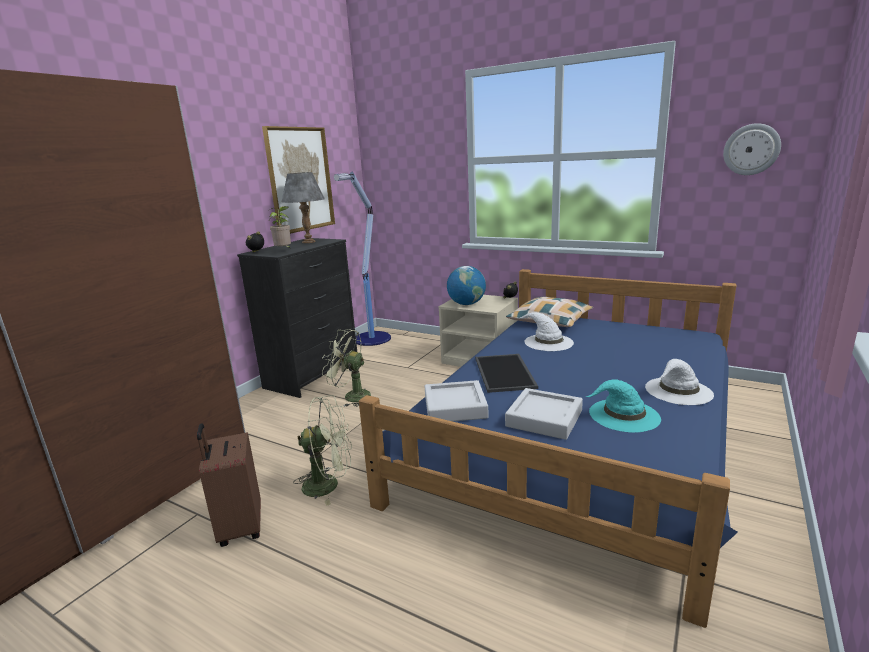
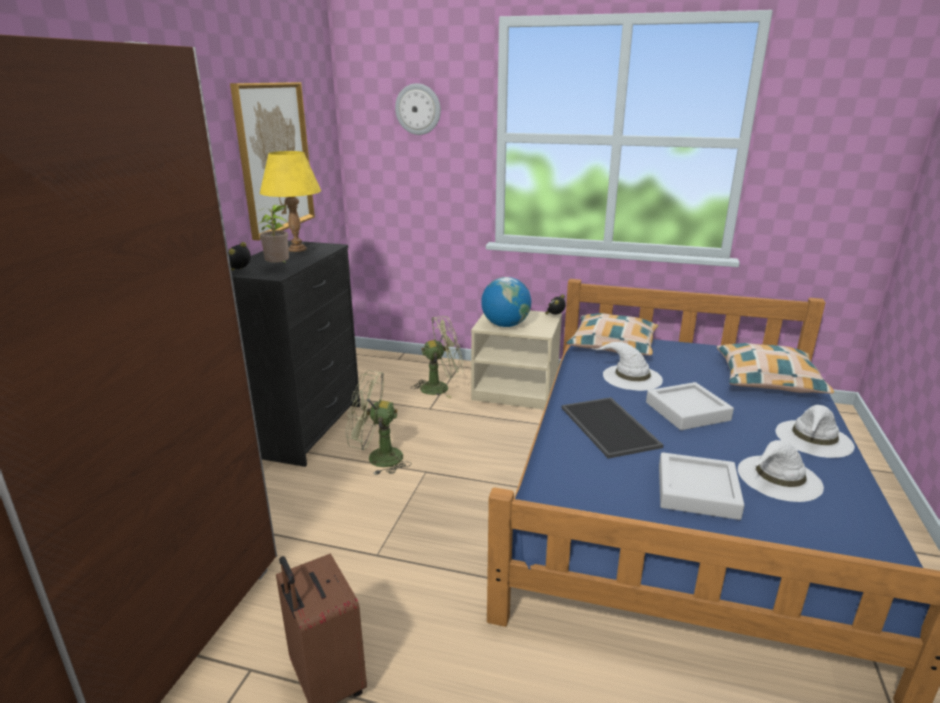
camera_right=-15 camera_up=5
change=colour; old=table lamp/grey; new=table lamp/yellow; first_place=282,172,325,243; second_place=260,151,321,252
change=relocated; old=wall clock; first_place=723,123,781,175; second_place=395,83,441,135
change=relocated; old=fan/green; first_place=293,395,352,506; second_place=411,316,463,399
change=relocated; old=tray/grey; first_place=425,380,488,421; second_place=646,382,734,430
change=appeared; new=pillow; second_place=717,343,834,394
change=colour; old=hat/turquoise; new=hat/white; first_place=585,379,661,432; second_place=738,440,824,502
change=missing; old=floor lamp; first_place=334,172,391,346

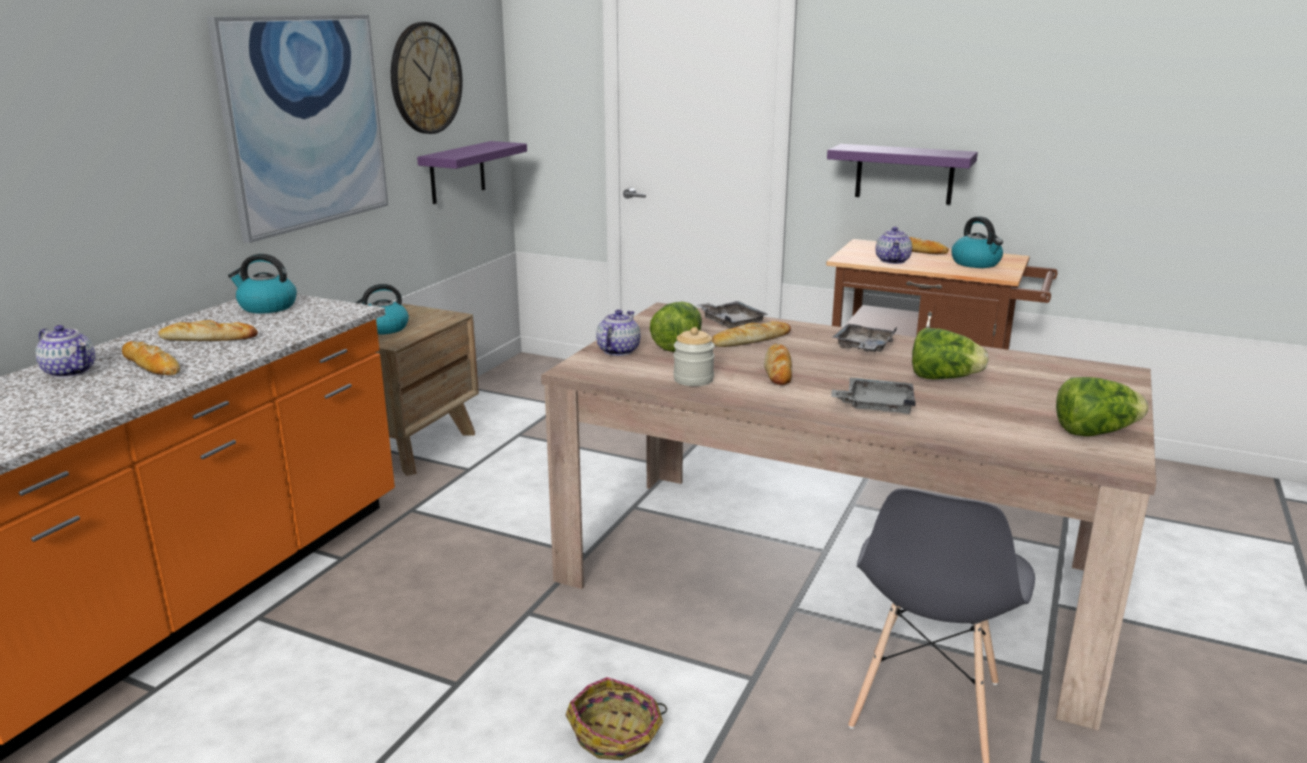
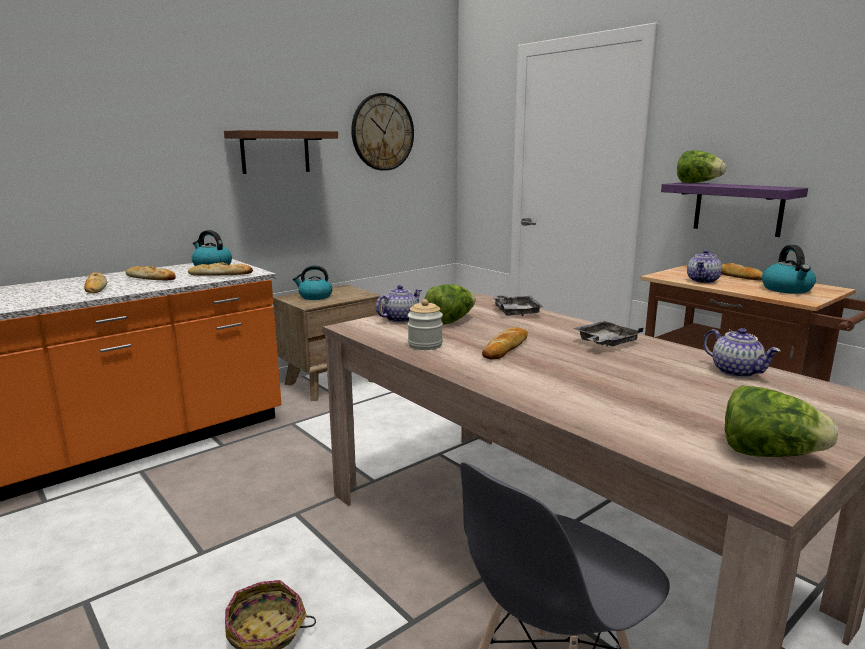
camera_right=25 camera_up=-5
change=relocated; old=bread; first_place=712,321,791,347; second_place=188,262,253,276
change=exchanged; old=picture; new=shelf/brown; first_place=207,15,388,243; second_place=224,130,338,174
change=relocated; old=lettuce; first_place=912,328,989,379; second_place=677,150,726,183
change=relocated; old=teapot; first_place=35,325,95,378; second_place=703,328,781,378
change=missing; old=shelf/purple; first_place=417,141,527,204
change=missing; old=tray/grey; first_place=831,377,916,414

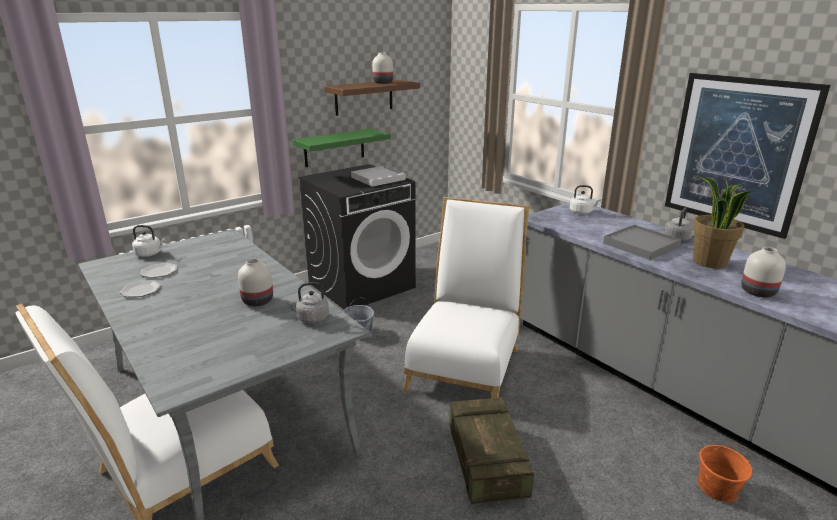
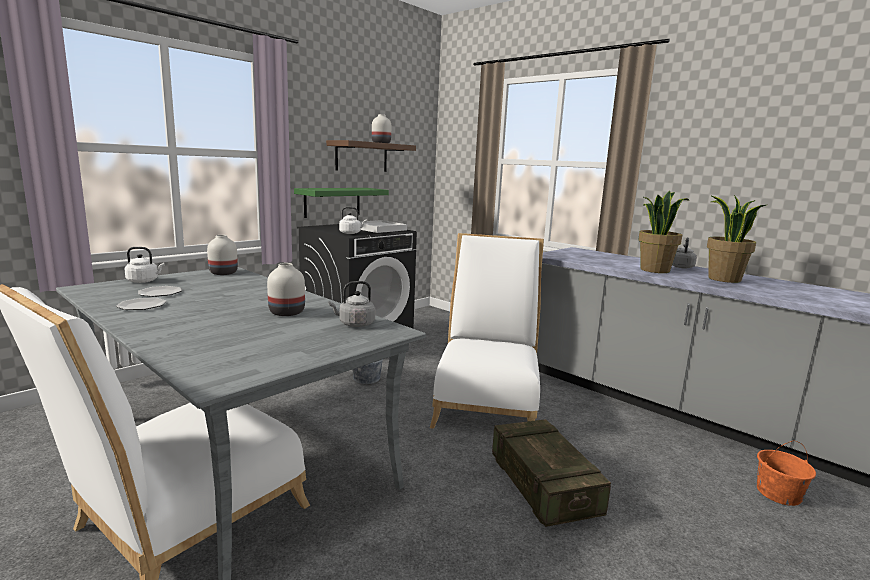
camera_right=-10 camera_up=-10
change=relocated; old=vase/white; first_place=741,247,786,297; second_place=207,235,238,275
change=relocated; old=kettle/white; first_place=570,185,602,214; second_place=339,207,367,234
change=exchanged; old=tray/grey; new=potted plant; first_place=603,225,681,260; second_place=638,191,689,273
change=missing; old=picture; first_place=665,73,830,239

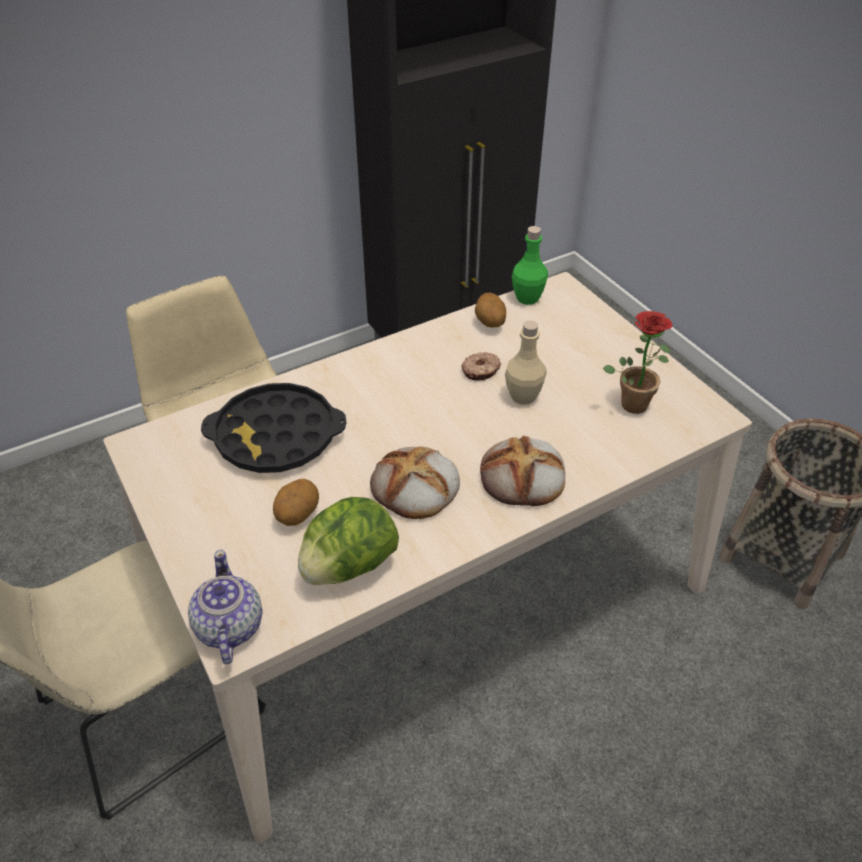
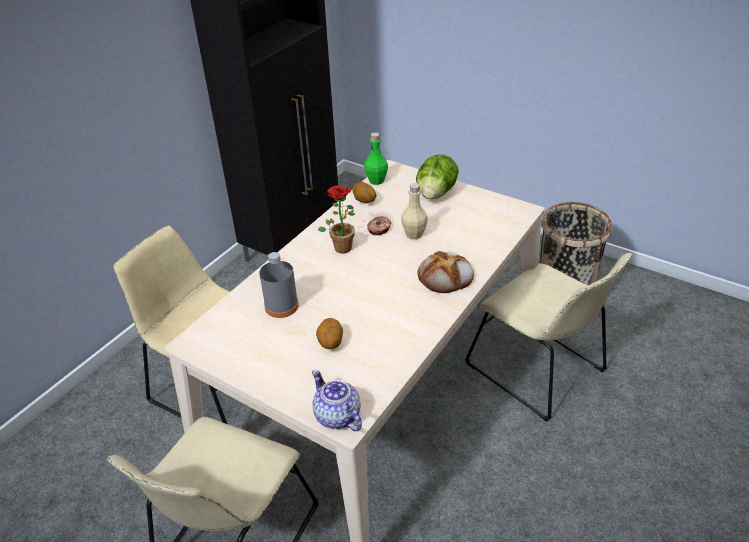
camera_right=-25 camera_up=-5
change=exchanged; old=tray/black; new=bottle/grey; first_place=201,383,347,473; second_place=259,252,299,318
change=relocated; old=potted plant; first_place=603,311,672,414; second_place=318,185,355,254
change=relocated; old=lettuce; first_place=298,497,399,585; second_place=416,155,459,199
change=appeared; new=chair/beige; second_place=465,253,633,422
change=missing; old=bread; first_place=370,447,460,519

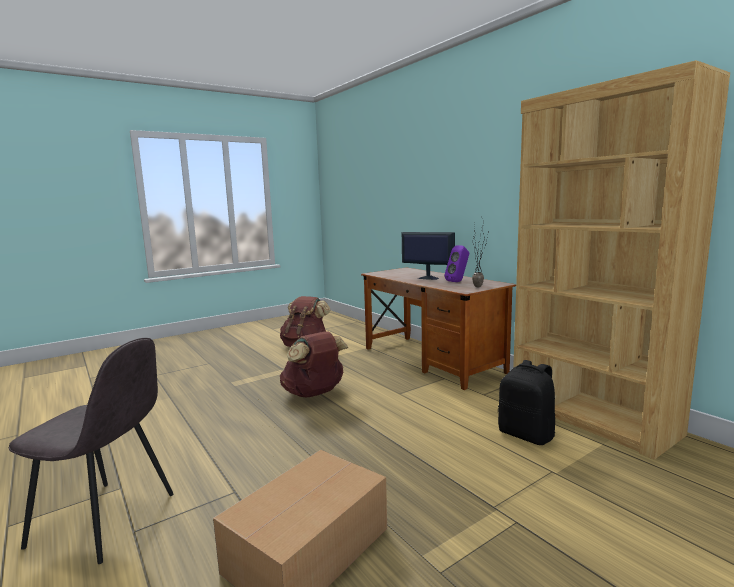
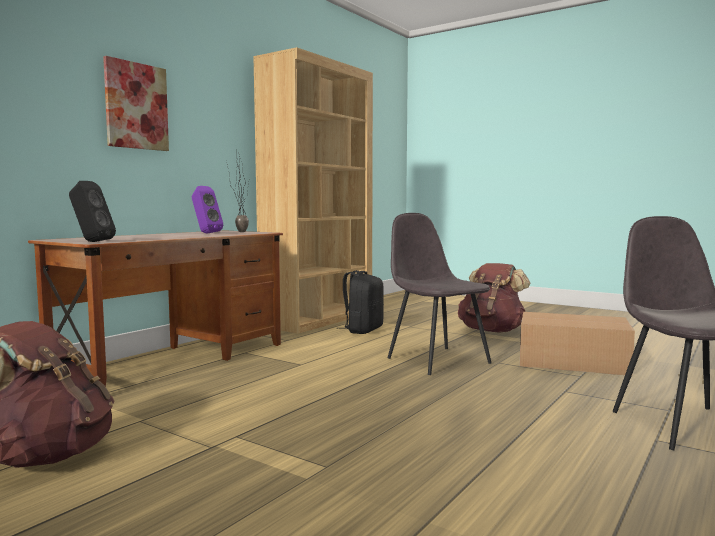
camera_right=-110 camera_up=-5
change=appeared; new=speaker/black; second_place=69,181,116,242
change=appeared; new=picture; second_place=103,56,169,151
change=appeared; new=chair/grey; second_place=388,213,492,375
change=relocated; old=backpack/brown; first_place=280,331,348,397; second_place=458,263,530,333
change=missing; old=monitor; first_place=402,232,455,280

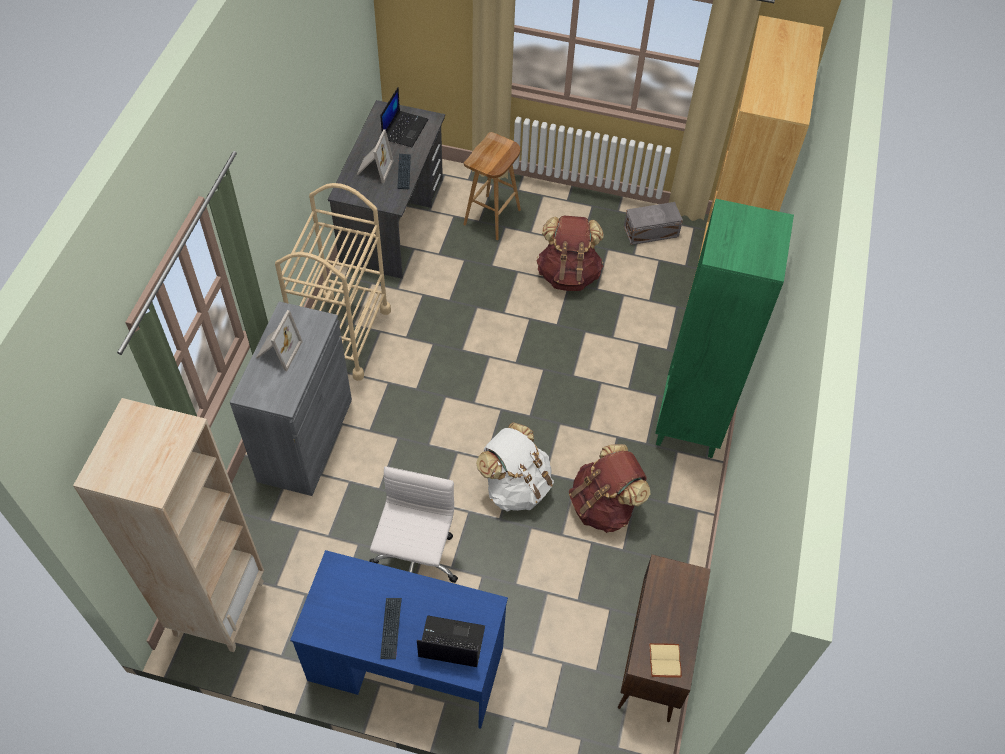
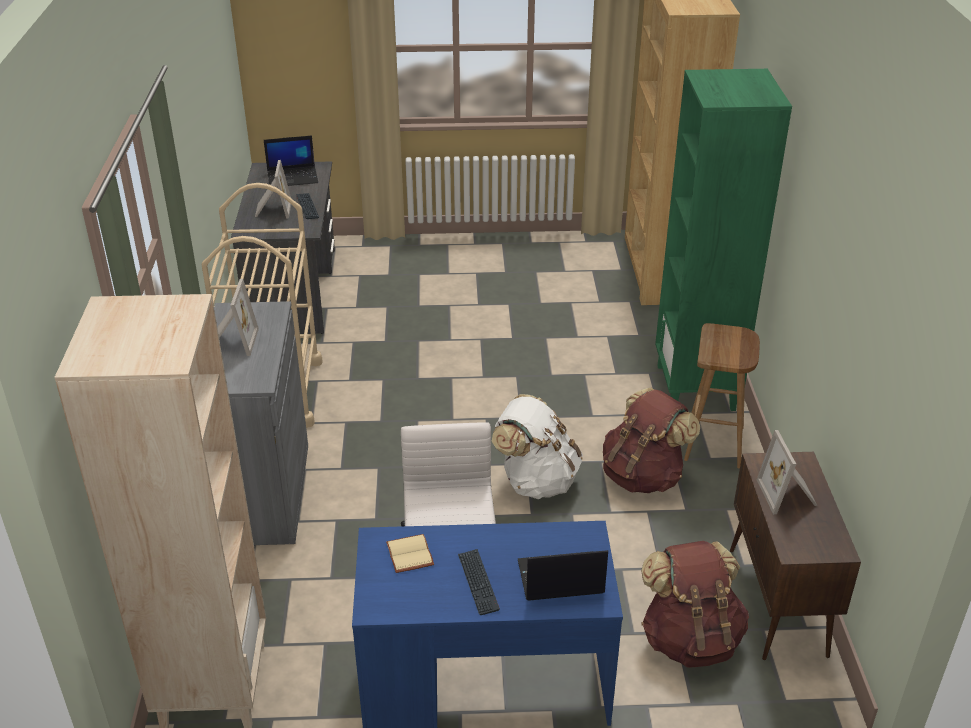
camera_right=-15 camera_up=-20
change=spun; old=laptop; first_place=381,87,429,147; second_place=264,135,318,186; degrees=75
change=relocated; old=book/beige; first_place=649,643,682,678; second_place=386,534,434,573
change=relocated; old=backpack/brown; first_place=536,216,604,291; second_place=641,541,749,668
change=relocated; old=stool/brown; first_place=463,132,521,240; second_place=684,323,760,469
change=appeared; new=picture frame; second_place=757,430,817,514
change=missing; old=storage box/grey; first_place=624,202,683,245

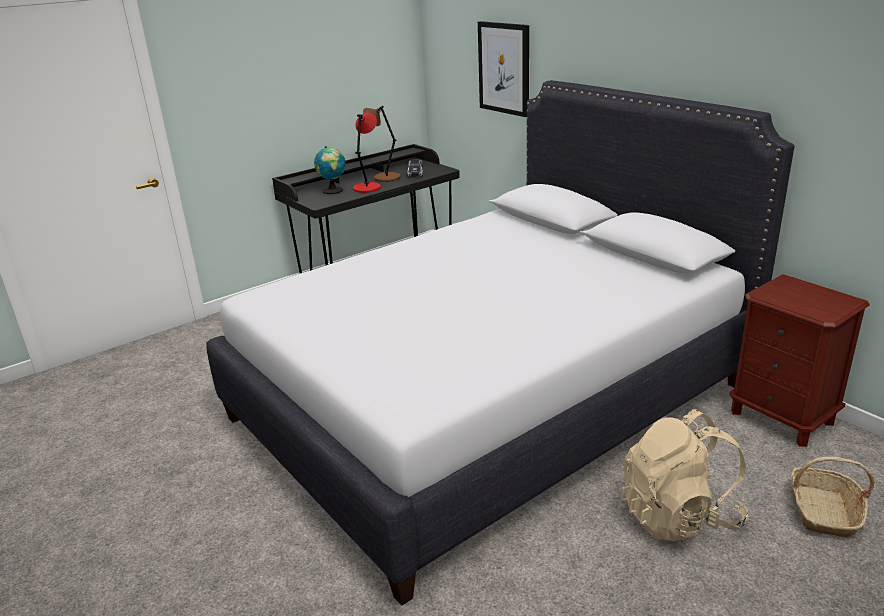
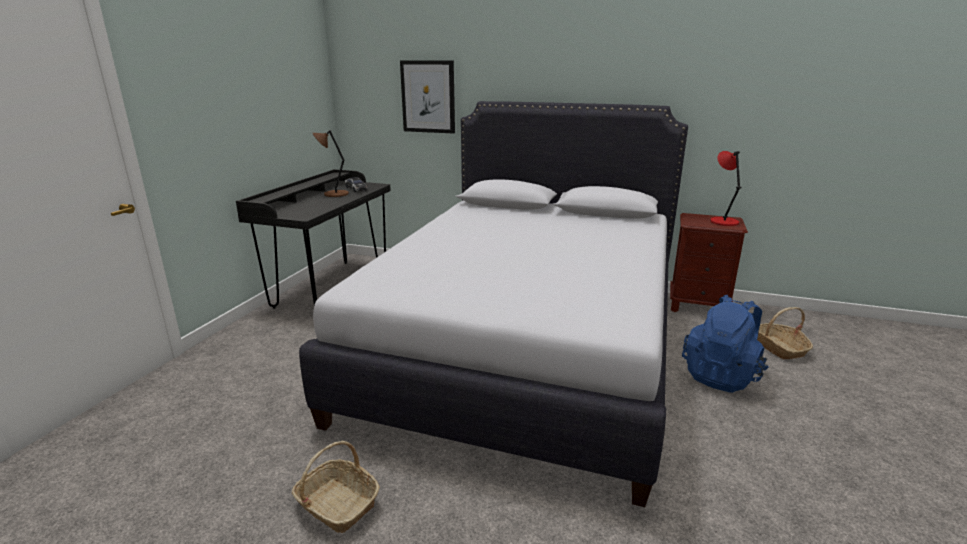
camera_right=-35 camera_up=-5
change=appeared; new=basket; second_place=292,441,380,533
change=colour; old=backpack/beige; new=backpack/blue; first_place=621,409,749,541; second_place=682,295,769,393
change=relocated; old=table lamp/red; first_place=353,113,381,193; second_place=710,151,742,226
change=missing; old=globe; first_place=314,146,346,194

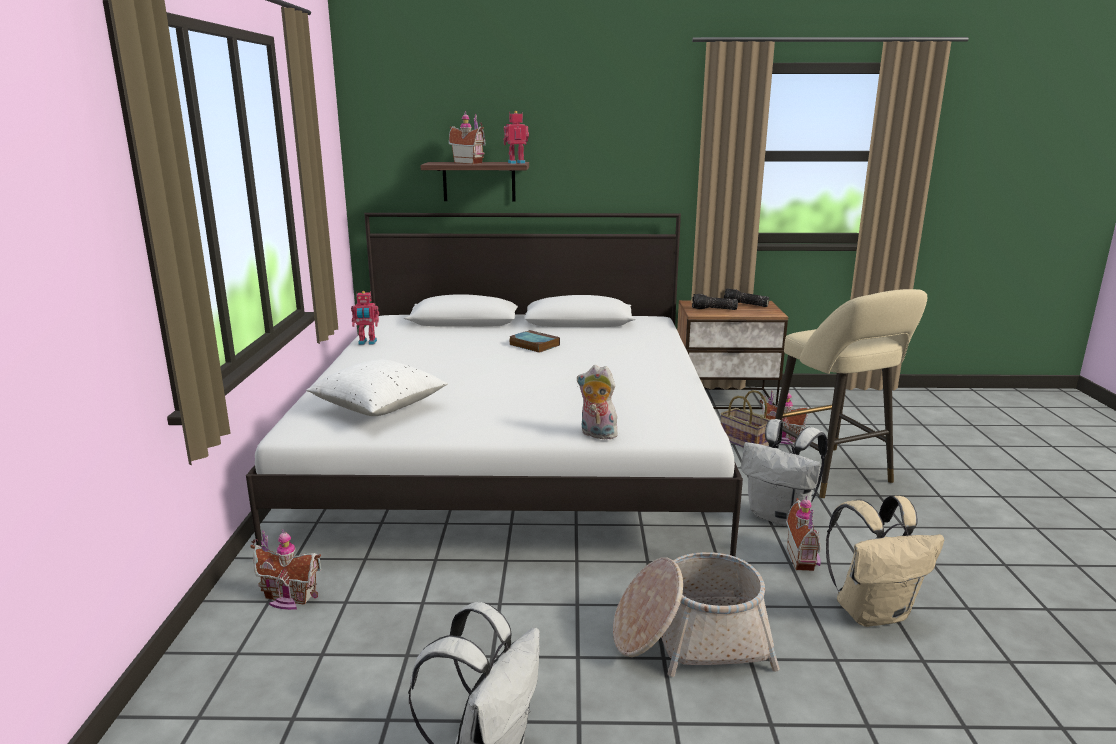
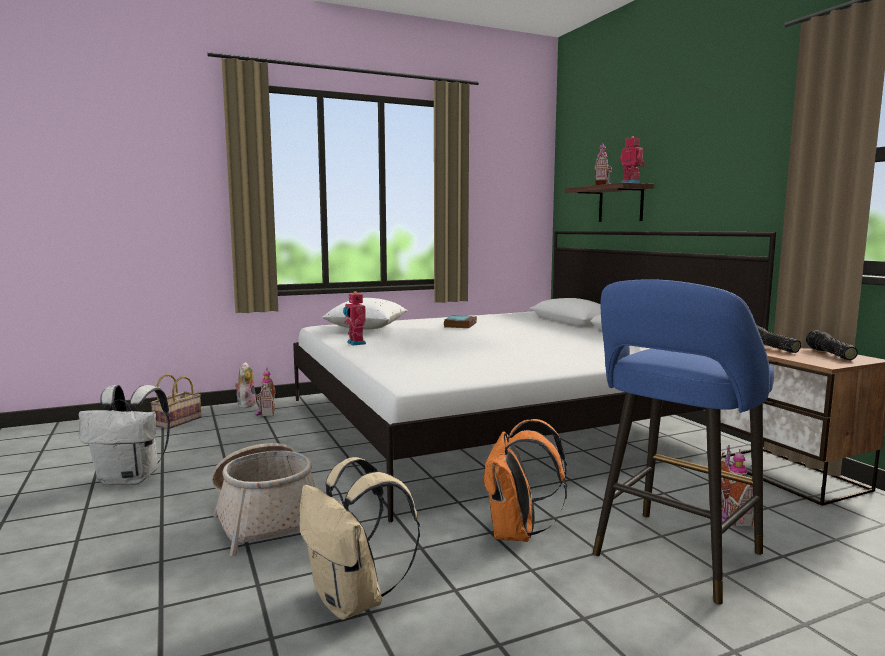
camera_right=65 camera_up=-10
change=relocated; old=basket; first_place=721,390,770,447; second_place=150,374,202,429
change=relocated; old=plush toy; first_place=577,365,618,440; second_place=235,362,256,408
change=relocated; old=toy robot; first_place=351,291,379,345; second_place=343,291,366,345
change=relocated; old=book; first_place=509,330,560,353; second_place=444,315,477,328
change=colour; old=backpack/white; new=backpack/orange; first_place=741,419,827,526; second_place=482,419,567,542
change=colour; old=stool/beige; new=stool/blue; first_place=775,289,927,498; second_place=593,279,774,605
change=missing; old=toy house; first_place=786,496,821,571

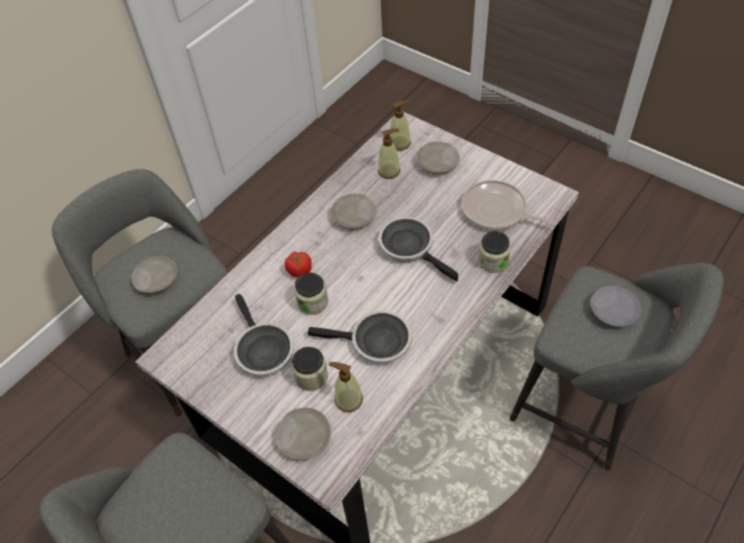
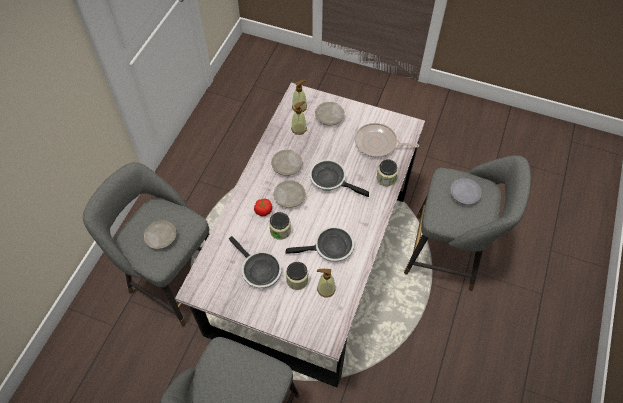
camera_right=-20 camera_up=5
change=relocated; old=plate/beige; first_place=275,408,331,460; second_place=273,180,306,208

